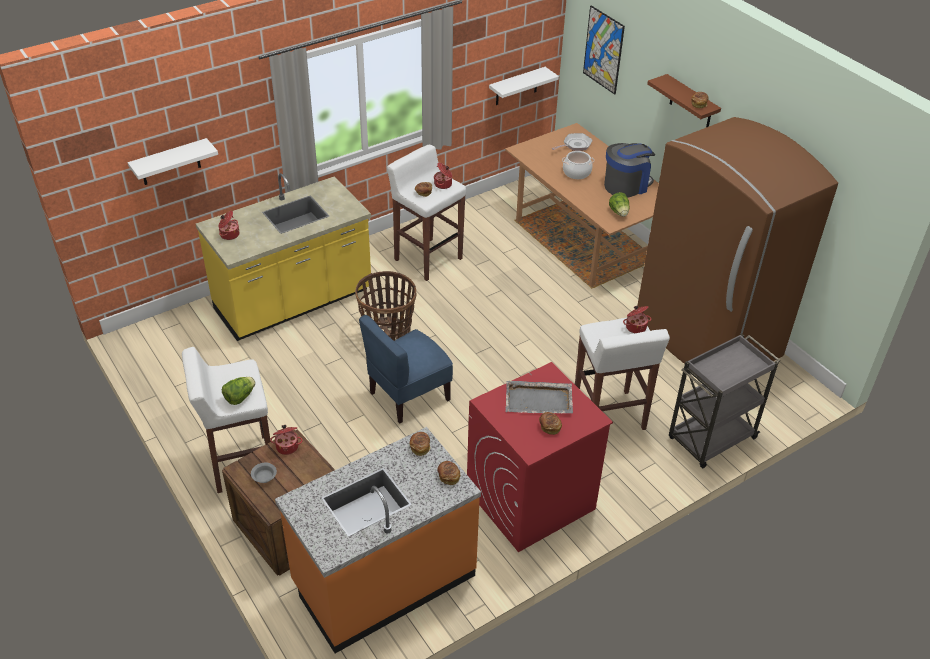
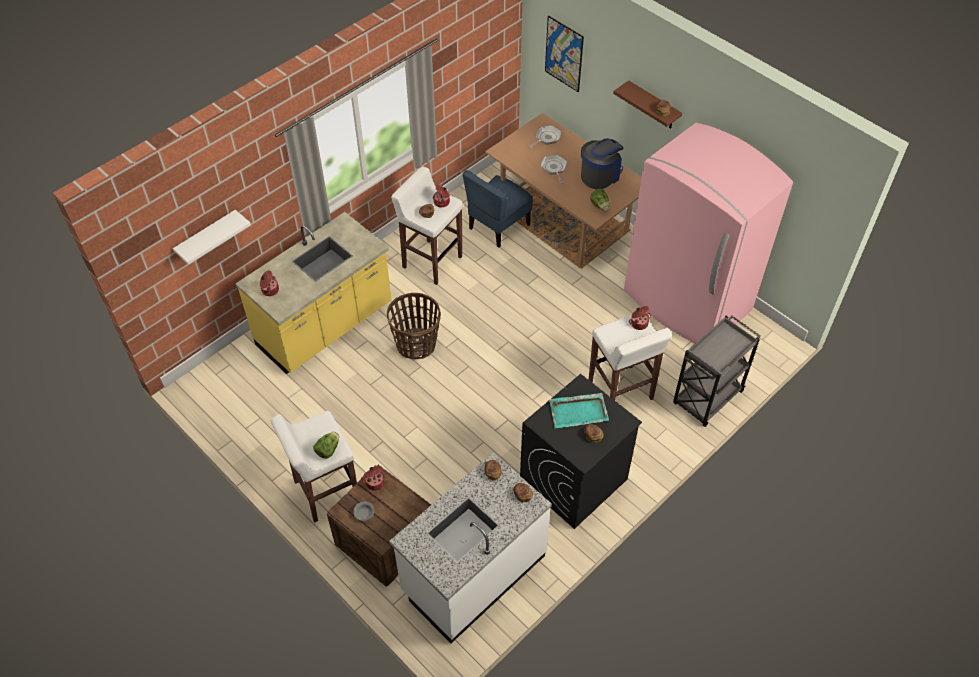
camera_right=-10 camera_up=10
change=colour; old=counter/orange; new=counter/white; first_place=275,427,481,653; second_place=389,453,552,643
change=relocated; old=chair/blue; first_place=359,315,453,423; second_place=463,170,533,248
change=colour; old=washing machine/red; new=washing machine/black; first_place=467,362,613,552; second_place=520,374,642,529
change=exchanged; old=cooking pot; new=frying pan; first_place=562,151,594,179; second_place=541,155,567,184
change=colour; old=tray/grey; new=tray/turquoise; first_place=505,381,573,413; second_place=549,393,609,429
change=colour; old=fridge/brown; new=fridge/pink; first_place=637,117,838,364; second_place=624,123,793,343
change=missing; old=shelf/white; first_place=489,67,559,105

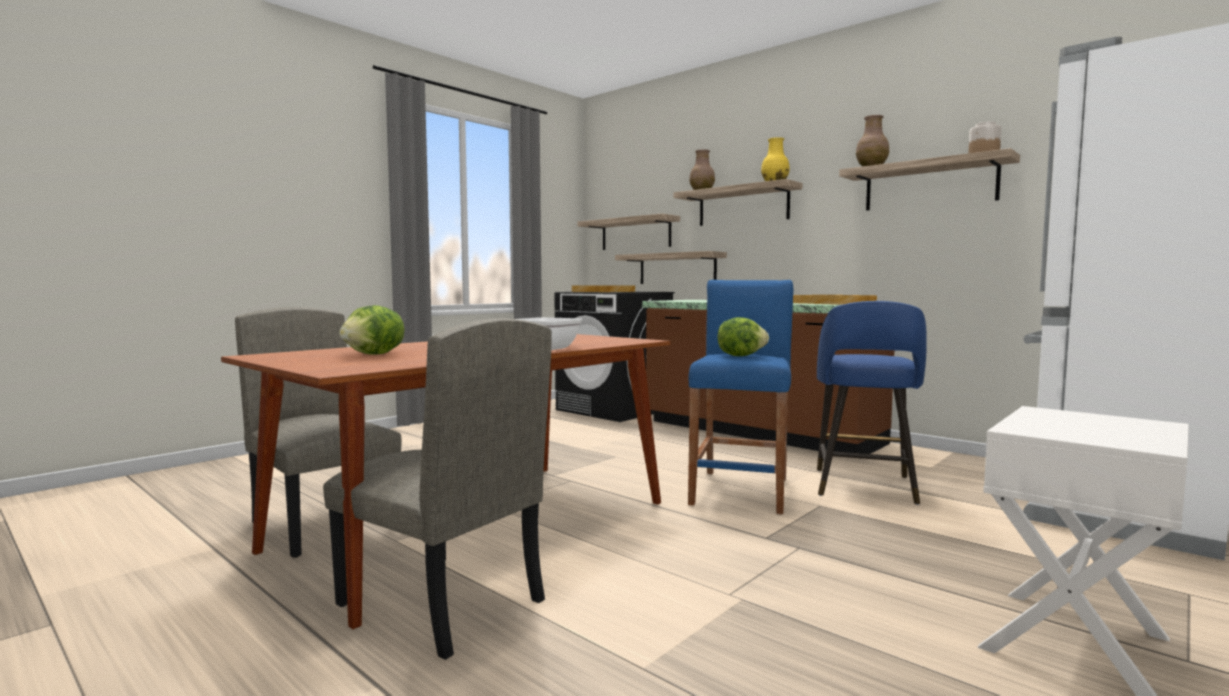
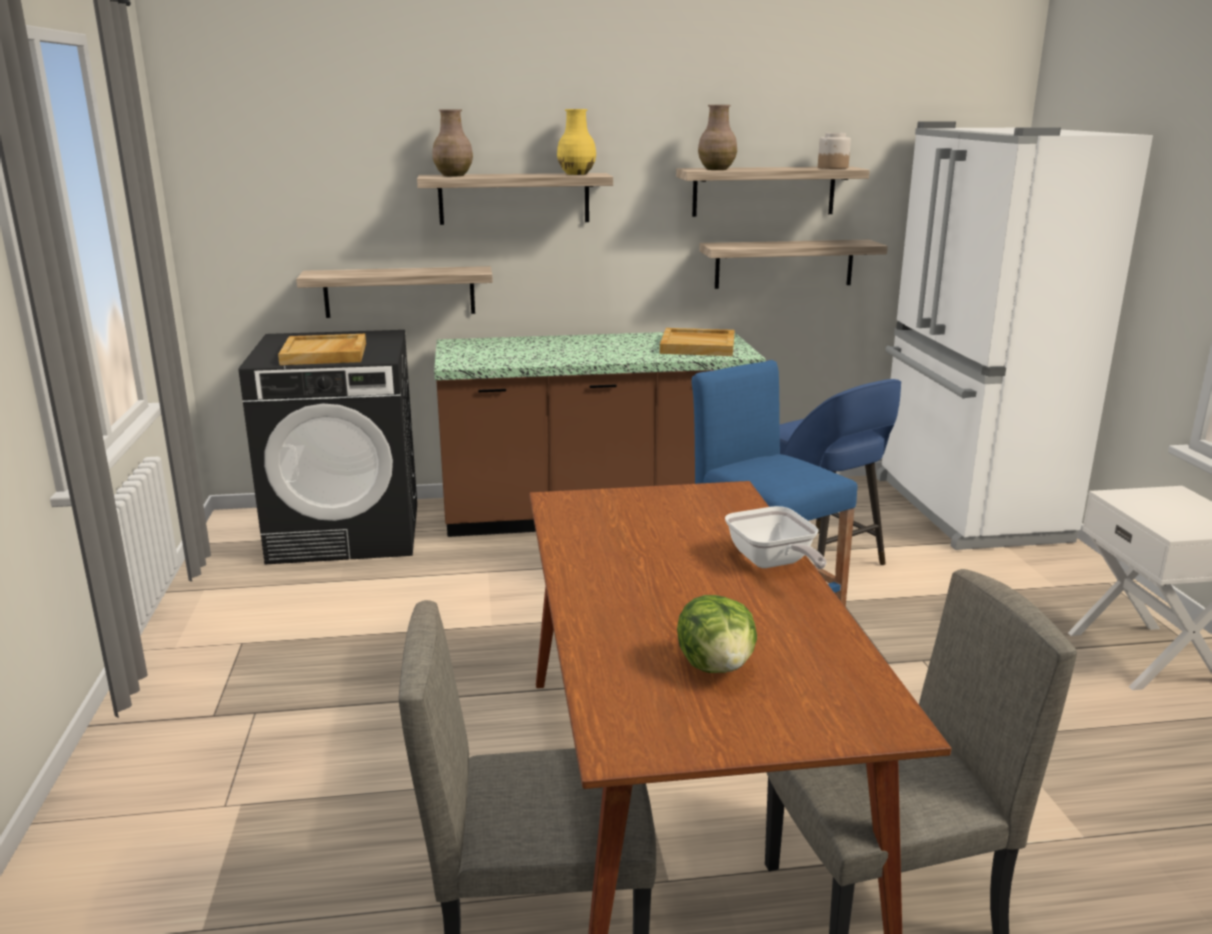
camera_right=-50 camera_up=15
change=relocated; old=shelf; first_place=577,214,680,250; second_place=699,240,888,289
change=missing; old=lettuce; first_place=717,317,769,356

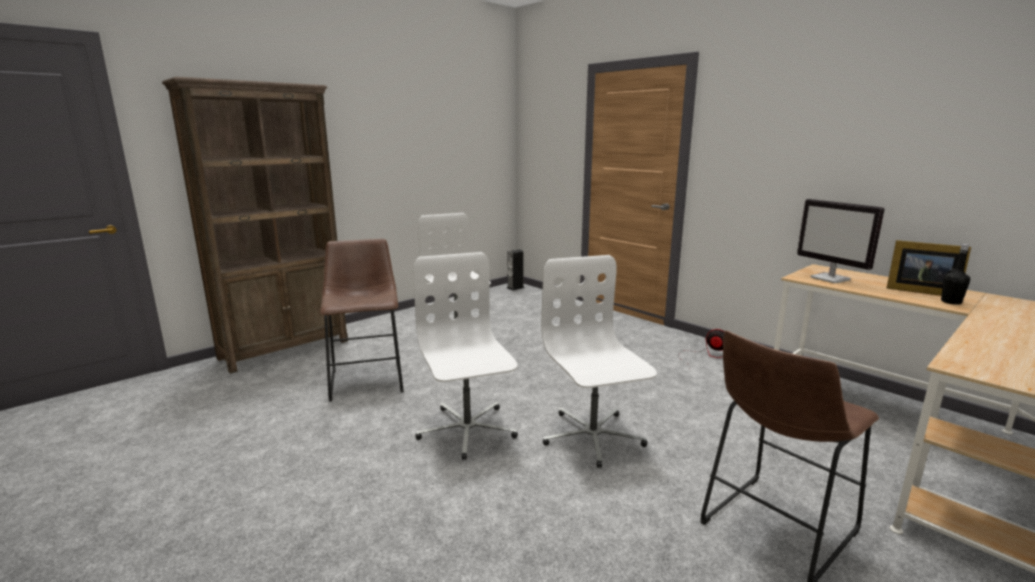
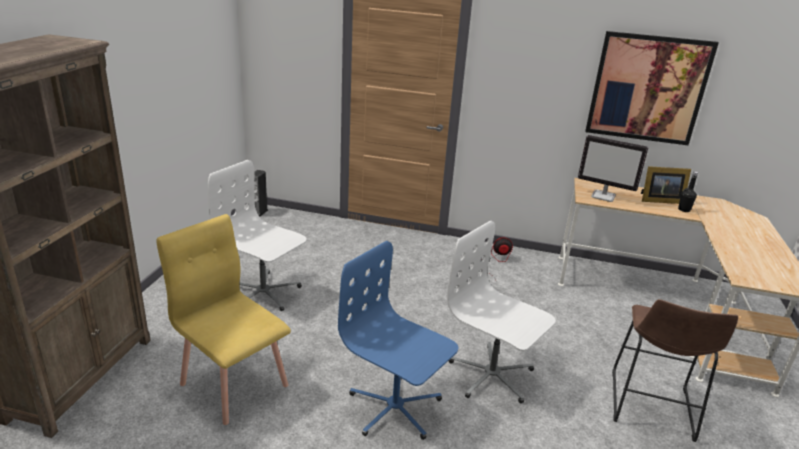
camera_right=-35 camera_up=10
change=exchanged; old=stool/brown; new=chair/yellow; first_place=320,239,403,402; second_place=156,214,291,425
change=colour; old=office chair/white; new=office chair/blue; first_place=413,252,518,460; second_place=338,241,458,440
change=appeared; new=picture; second_place=585,31,719,145

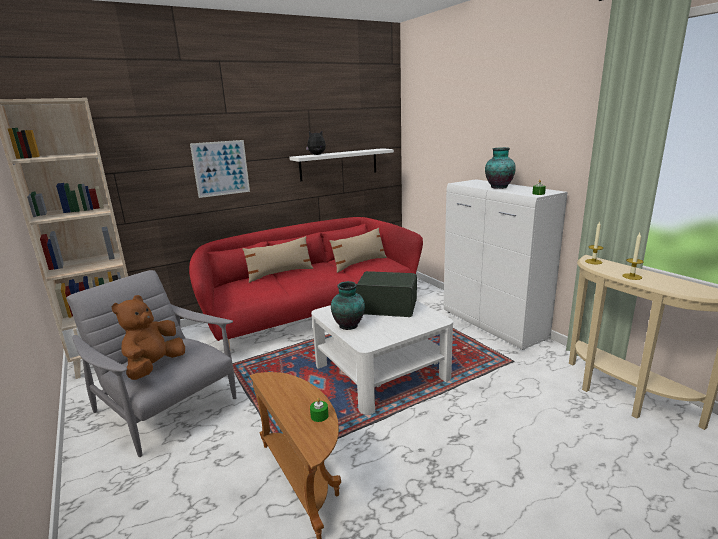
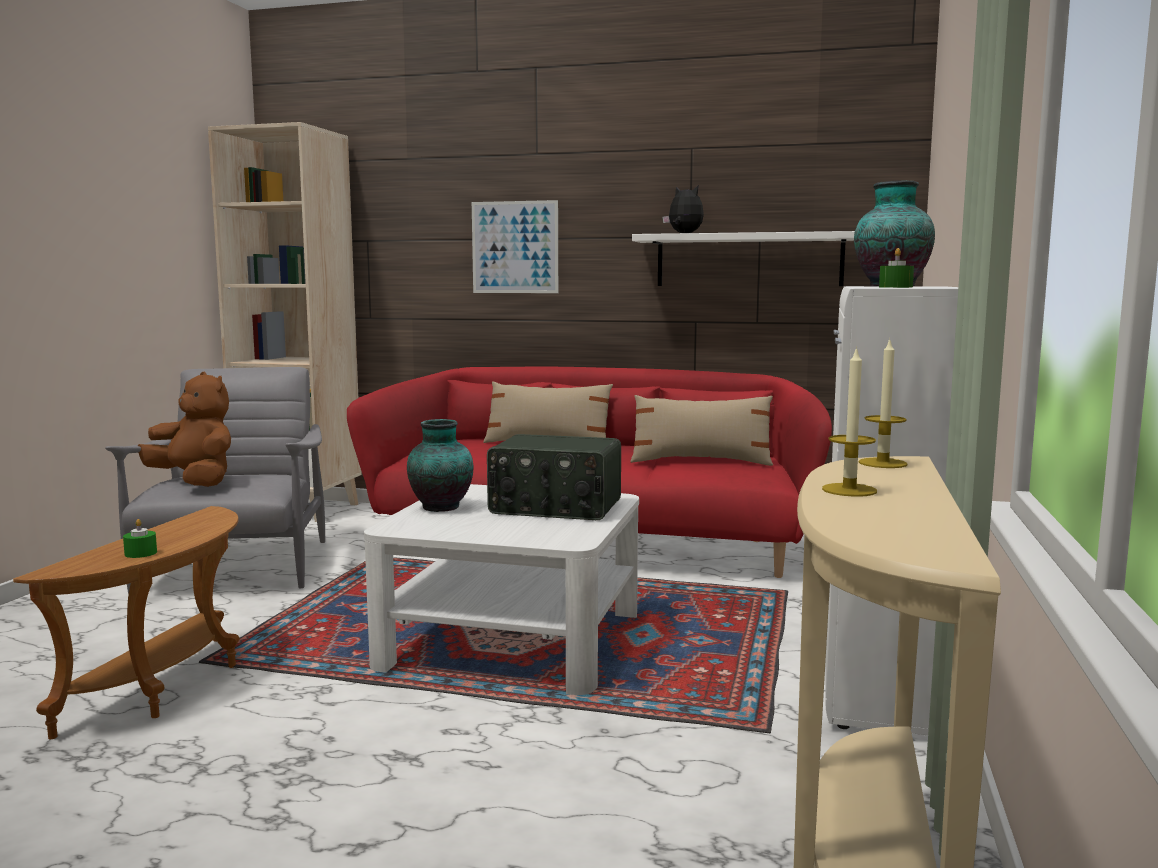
camera_right=45 camera_up=-10
change=spun; old=plush toy/brown; first_place=112,295,185,380; second_place=138,371,231,487; degrees=60
change=spun; old=radio; first_place=356,271,417,317; second_place=487,434,621,520; degrees=135

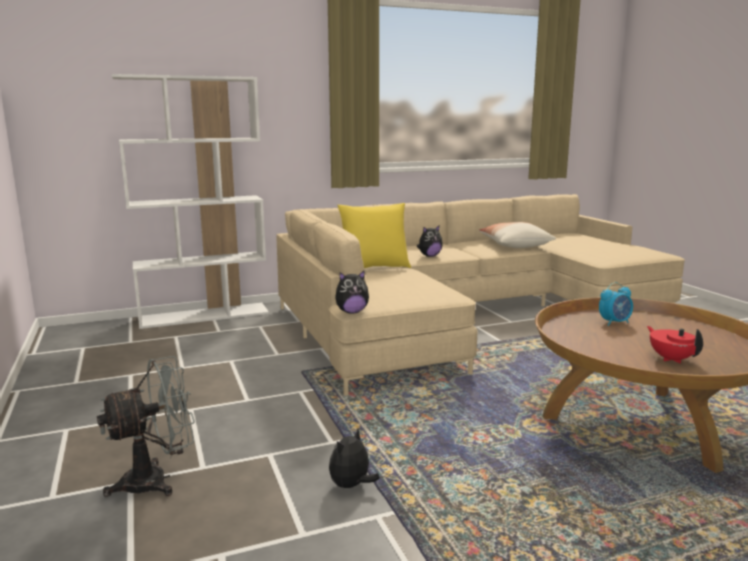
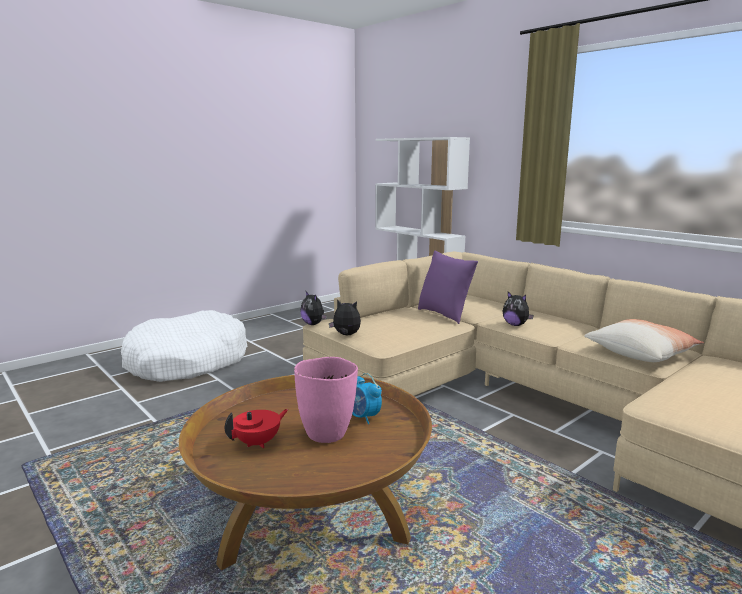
camera_right=70 camera_up=0
change=exchanged; old=fan/grey; new=dog bed/white; first_place=97,356,195,497; second_place=121,310,247,382
change=appeared; new=vase/pink; second_place=294,357,358,443
change=relocated; old=plush toy; first_place=329,429,380,488; second_place=329,300,361,335
change=colour; old=pillow/yellow; new=pillow/purple; first_place=337,203,411,268; second_place=418,251,478,324

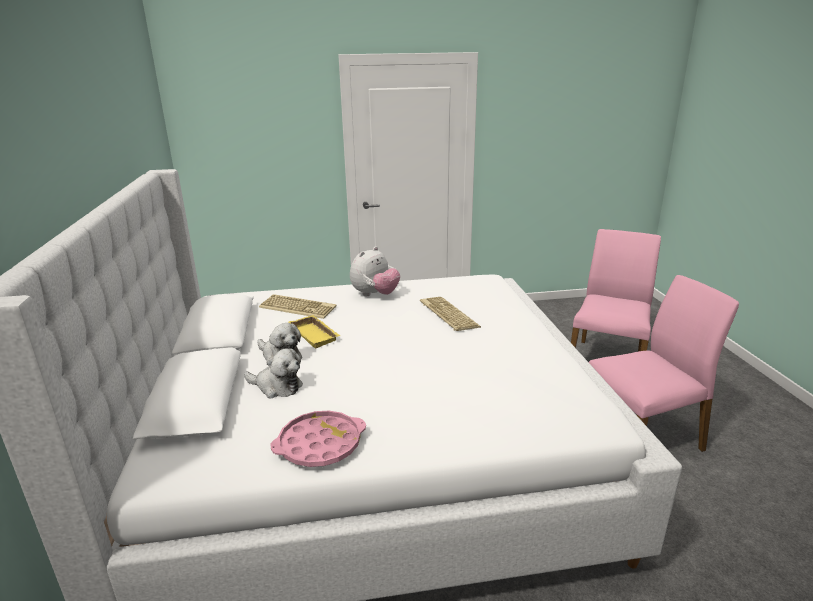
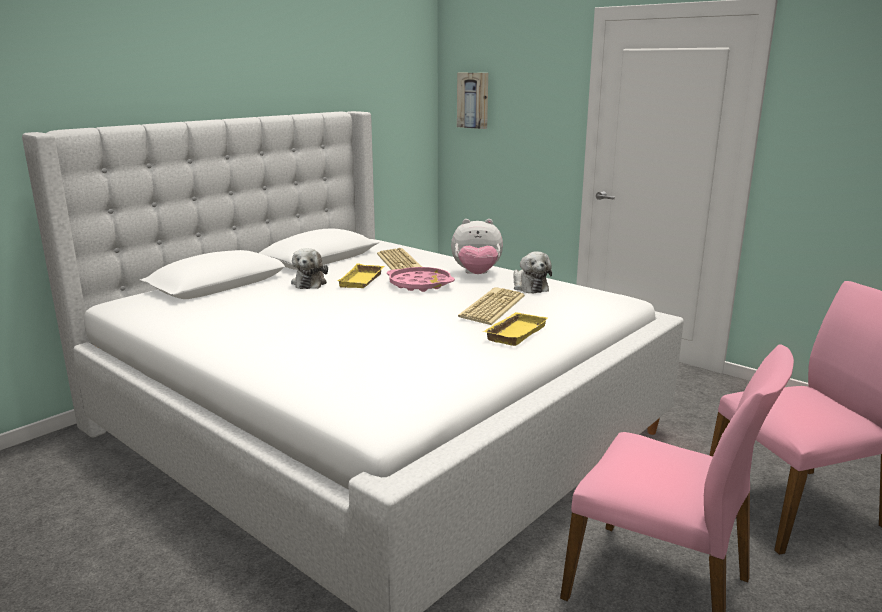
camera_right=50 camera_up=-5
change=relocated; old=tray/pink; first_place=270,411,366,467; second_place=387,267,455,292
change=appeared; new=picture; second_place=457,73,488,129
change=appeared; new=tray/yellow; second_place=484,312,548,346
change=relocated; old=plush toy; first_place=244,348,303,399; second_place=513,251,552,294

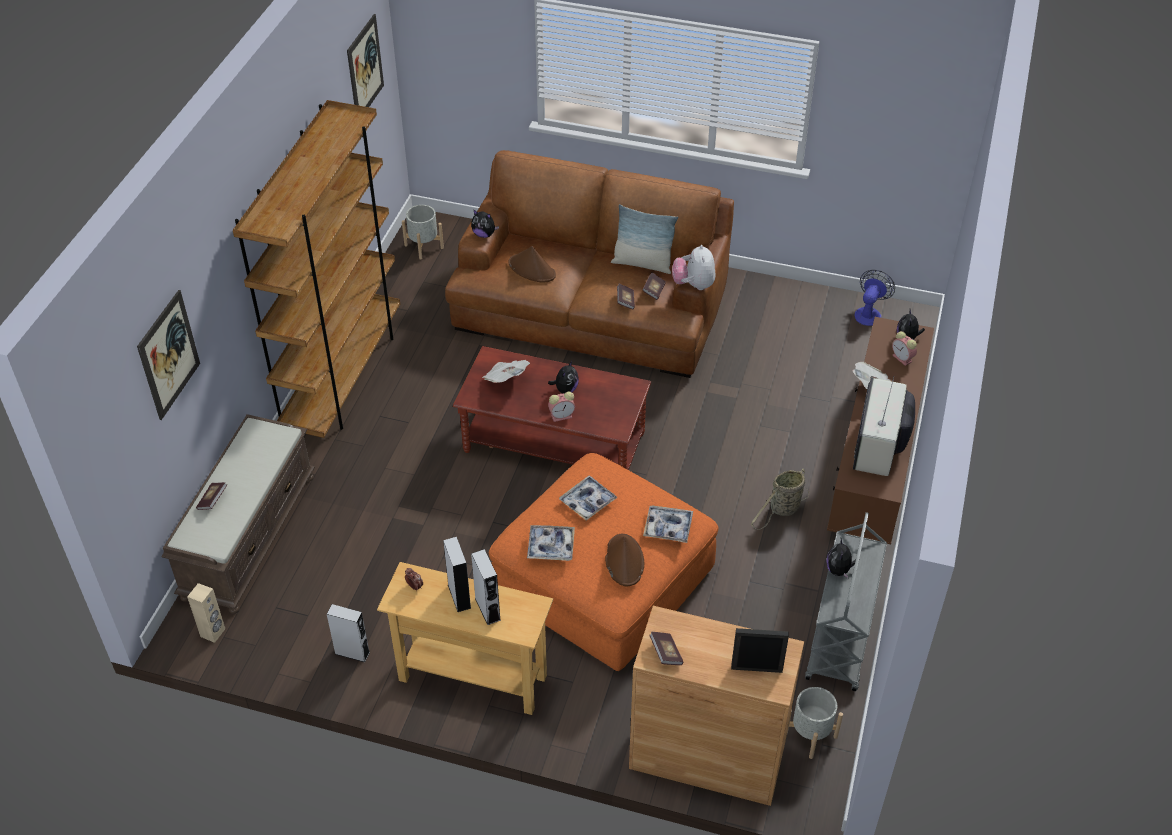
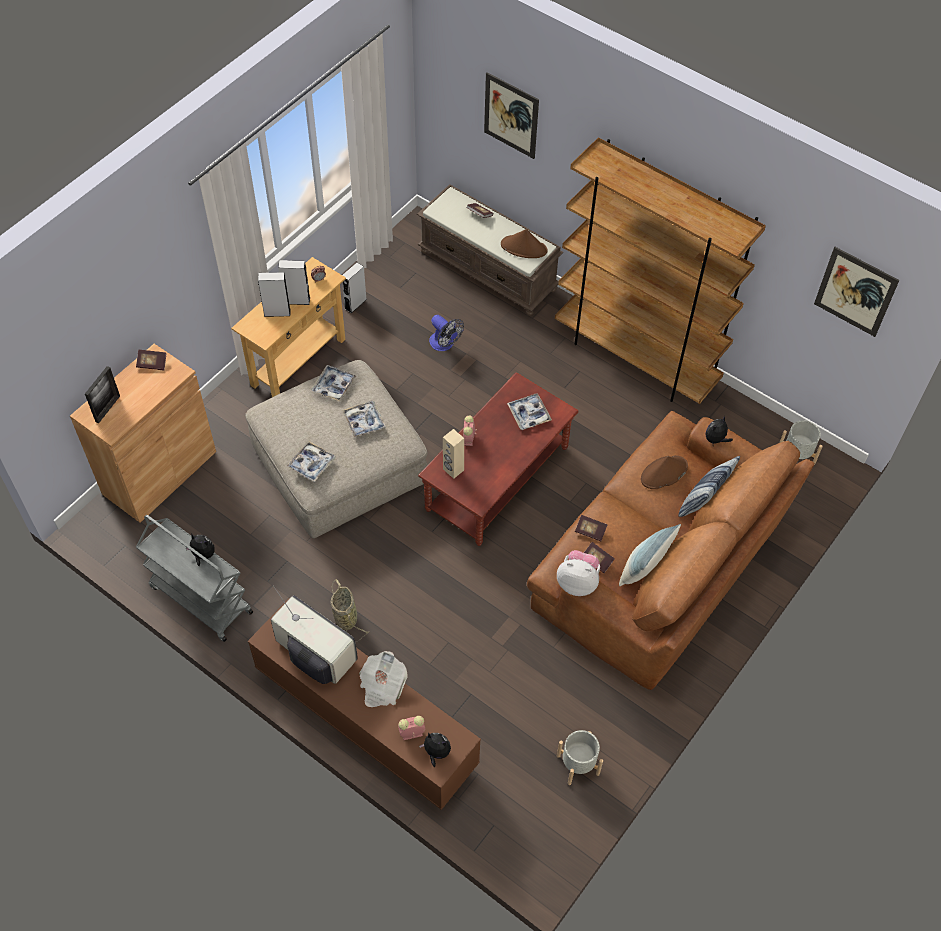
camera_right=110 camera_up=10
change=colour; old=ottoman/orange; new=ottoman/beige; first_place=489,453,719,671; second_place=245,360,427,538
change=relocated; old=fan; first_place=855,270,895,326; second_place=429,315,464,351
change=relocated; old=speaker/beige; first_place=187,583,225,643; second_place=443,429,464,479
change=relocated; old=hat/brown; first_place=605,534,645,586; second_place=501,229,548,258
change=exchanged; old=newspaper; new=tray; first_place=482,360,530,383; second_place=507,393,552,430
change=relocated; old=planter/grey; first_place=787,687,843,759; second_place=557,730,603,785
change=appeared; new=pillow; second_place=679,456,740,517
change=missing; old=plush toy; first_place=548,361,579,394

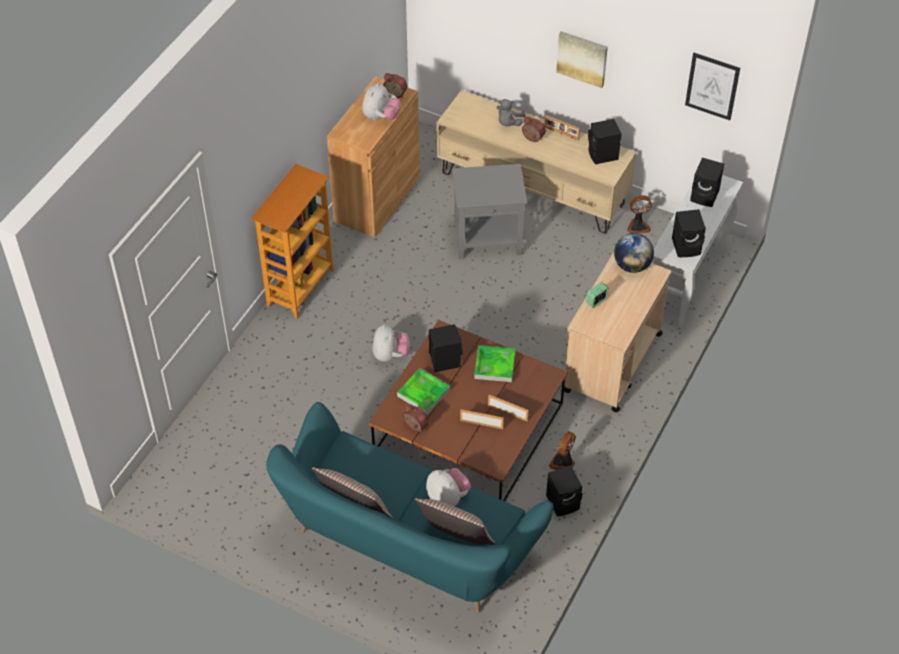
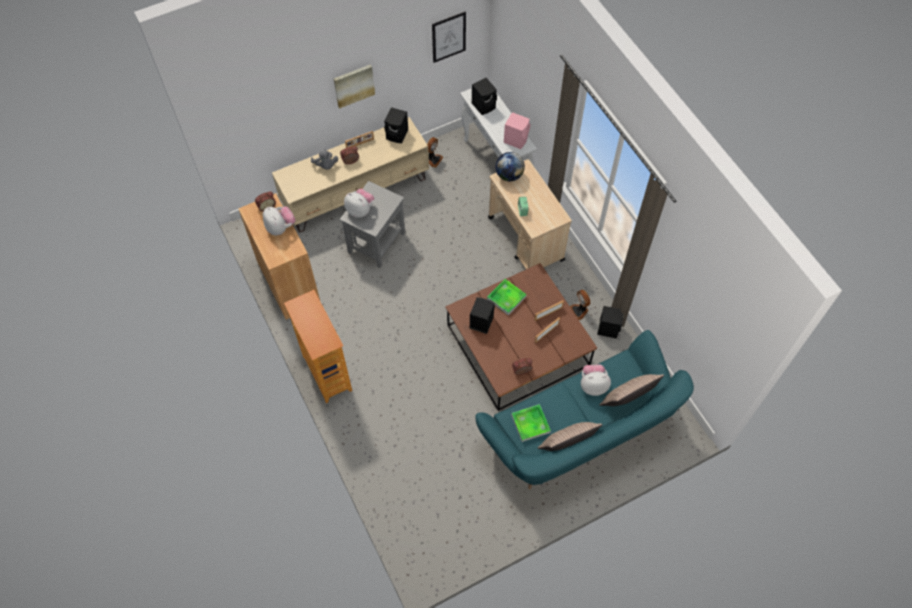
camera_right=-55 camera_up=10
change=relocated; old=plush toy; first_place=372,325,410,362; second_place=344,189,374,218
change=colour; old=speaker/black; new=speaker/pink; first_place=672,209,706,257; second_place=504,112,530,149
change=relocated; old=tray; first_place=397,368,450,415; second_place=511,404,551,442

